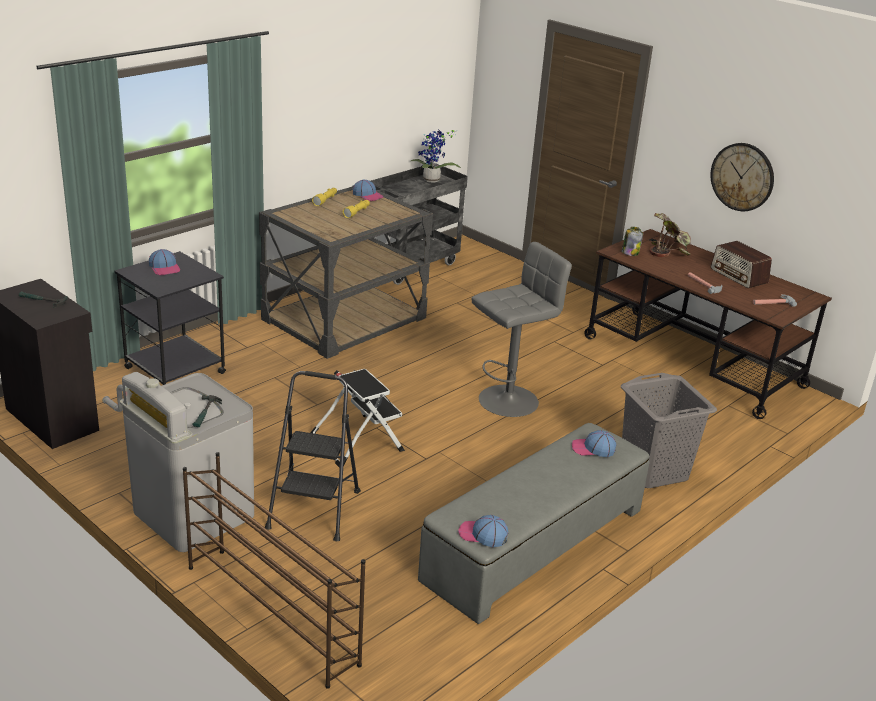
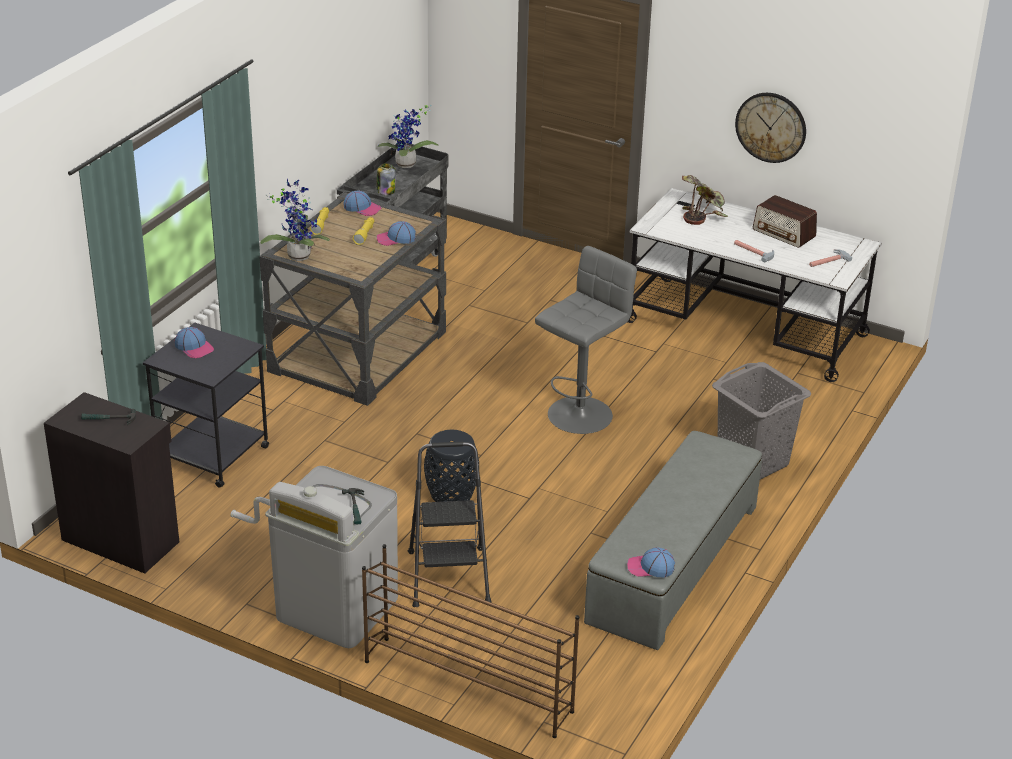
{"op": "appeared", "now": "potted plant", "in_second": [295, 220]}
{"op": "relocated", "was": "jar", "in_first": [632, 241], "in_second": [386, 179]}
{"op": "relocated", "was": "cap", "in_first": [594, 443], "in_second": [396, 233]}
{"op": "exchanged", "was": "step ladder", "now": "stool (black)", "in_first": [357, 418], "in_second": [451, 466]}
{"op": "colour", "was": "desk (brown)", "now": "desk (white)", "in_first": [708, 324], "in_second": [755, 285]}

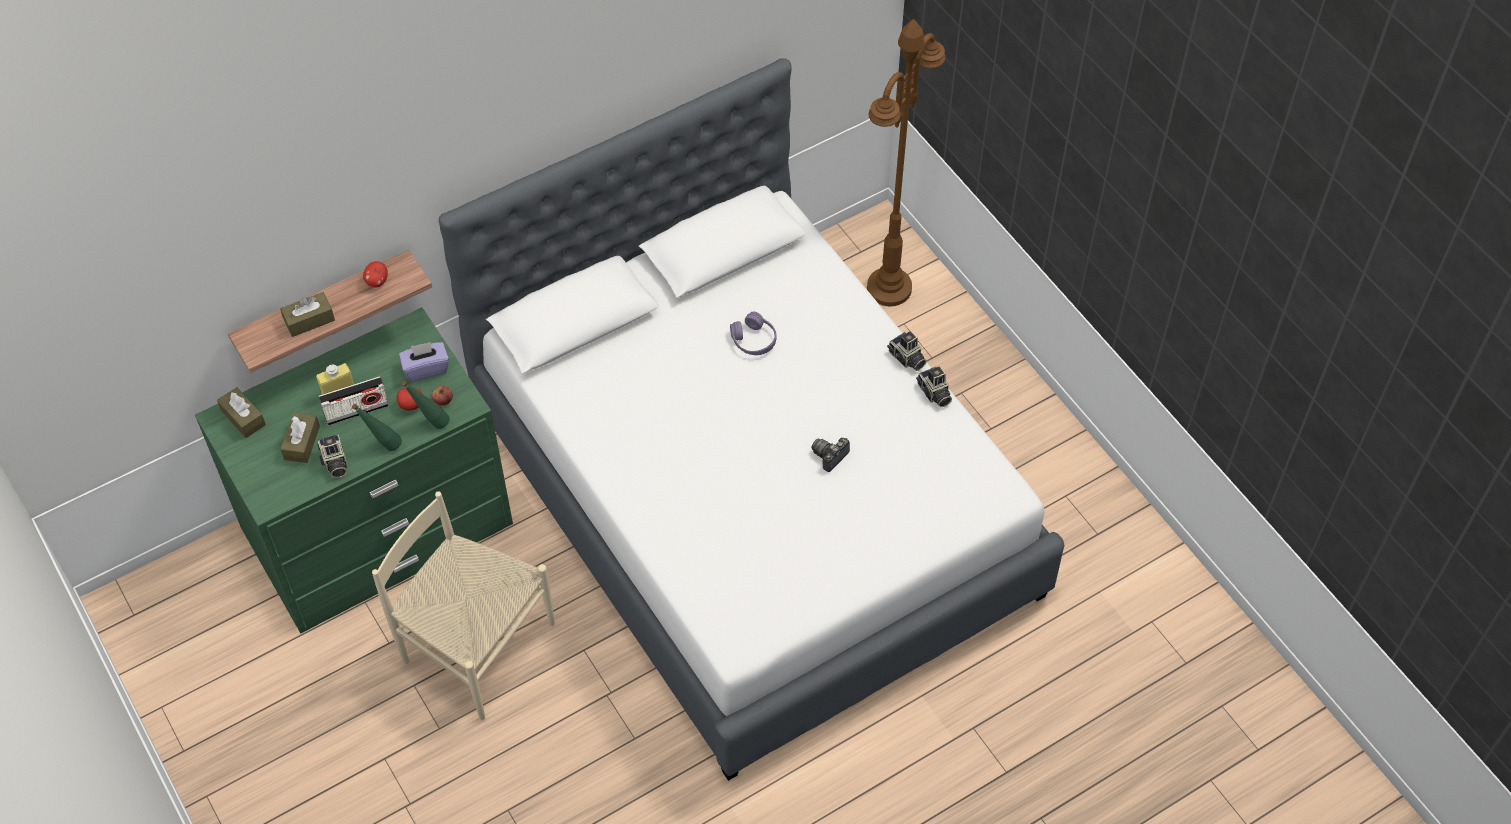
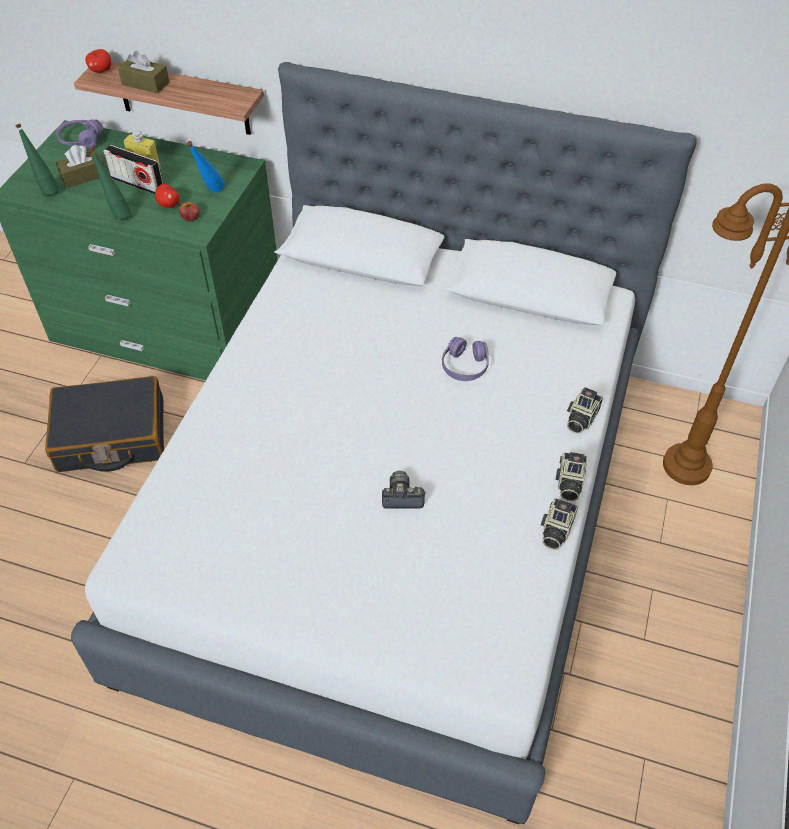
{"op": "relocated", "was": "bottle (green)", "in_first": [426, 405], "in_second": [37, 159]}
{"op": "exchanged", "was": "chair (beige)", "now": "suitcase (black)", "in_first": [463, 605], "in_second": [104, 424]}
{"op": "exchanged", "was": "tissue box (brown)", "now": "headphones (purple)", "in_first": [241, 412], "in_second": [80, 133]}
{"op": "relocated", "was": "apple", "in_first": [375, 274], "in_second": [98, 61]}
{"op": "exchanged", "was": "tissue box (purple)", "now": "bottle (blue)", "in_first": [424, 362], "in_second": [206, 167]}
{"op": "relocated", "was": "photo camera", "in_first": [333, 456], "in_second": [585, 410]}

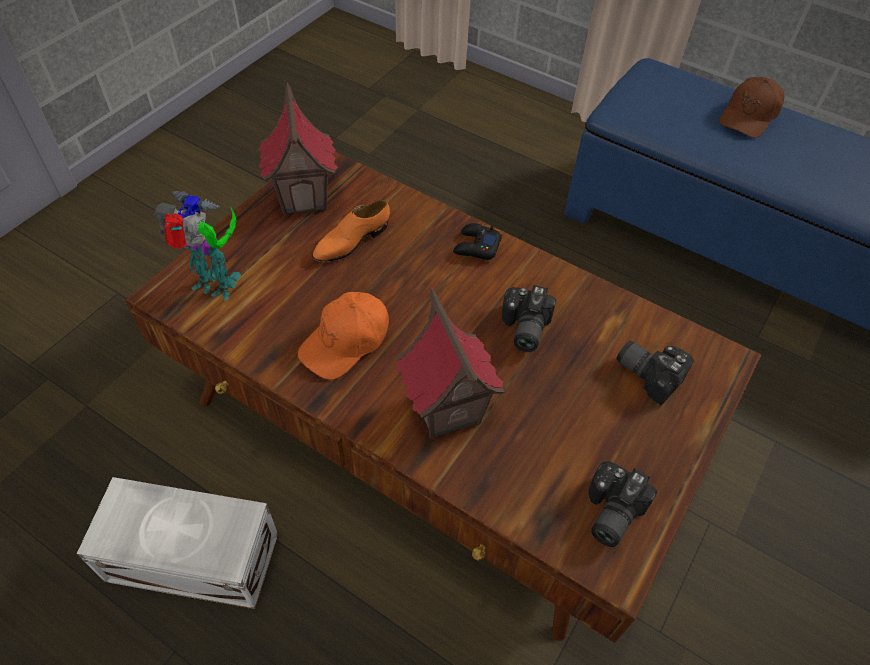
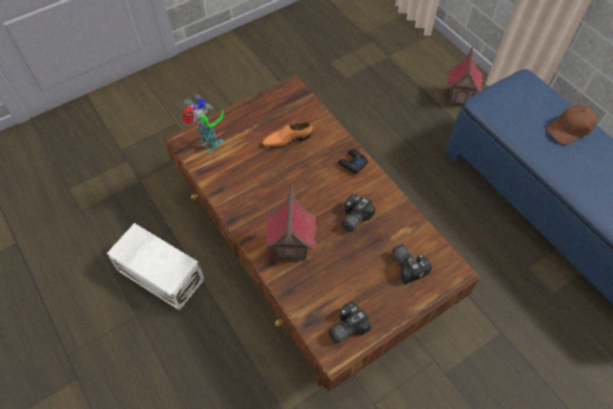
{"op": "relocated", "was": "toy house", "in_first": [298, 148], "in_second": [465, 76]}
{"op": "missing", "was": "cap (orange)", "in_first": [343, 336]}

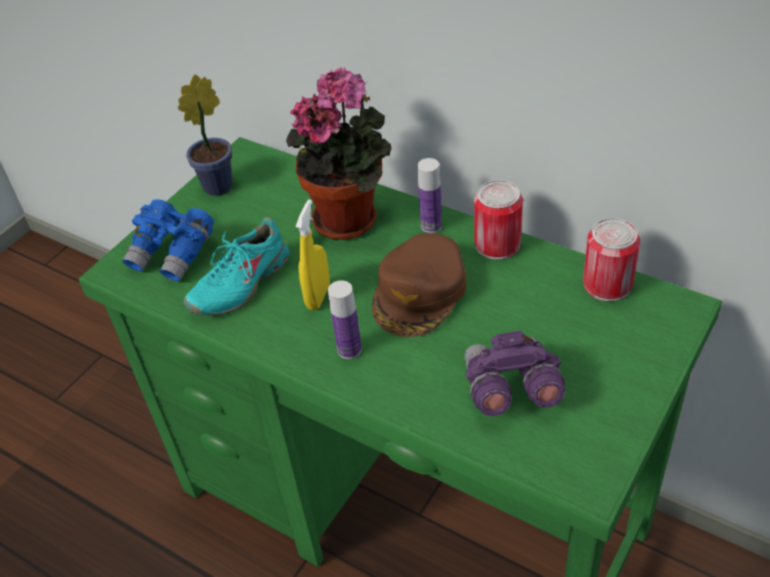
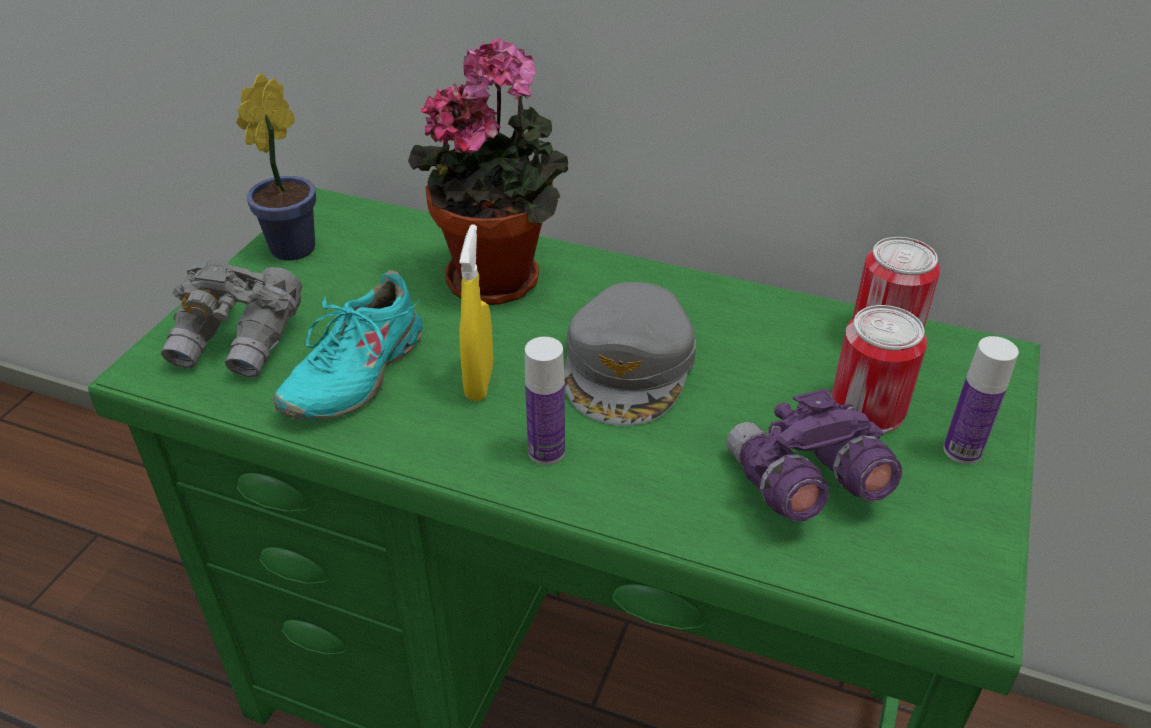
{"op": "colour", "was": "binoculars (blue)", "now": "binoculars (grey)", "in_first": [168, 240], "in_second": [231, 316]}
{"op": "colour", "was": "cap (brown)", "now": "cap (grey)", "in_first": [419, 285], "in_second": [630, 354]}
{"op": "relocated", "was": "can", "in_first": [498, 220], "in_second": [879, 369]}
{"op": "relocated", "was": "bottle", "in_first": [430, 195], "in_second": [981, 400]}

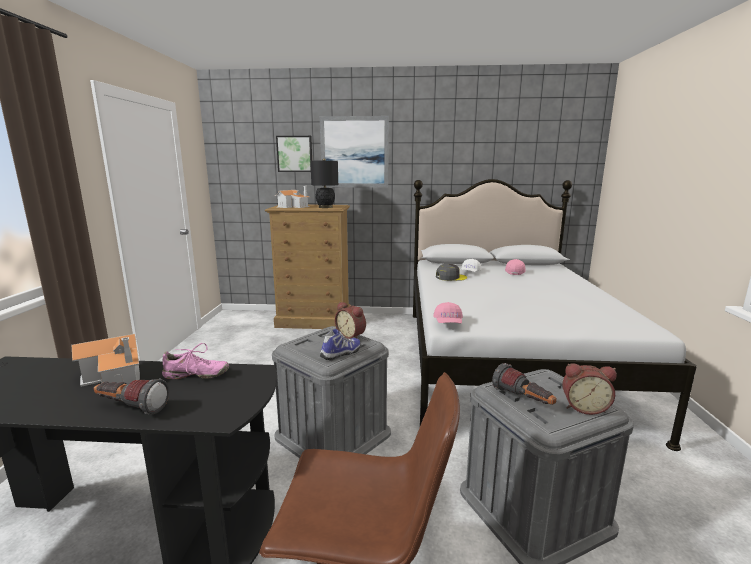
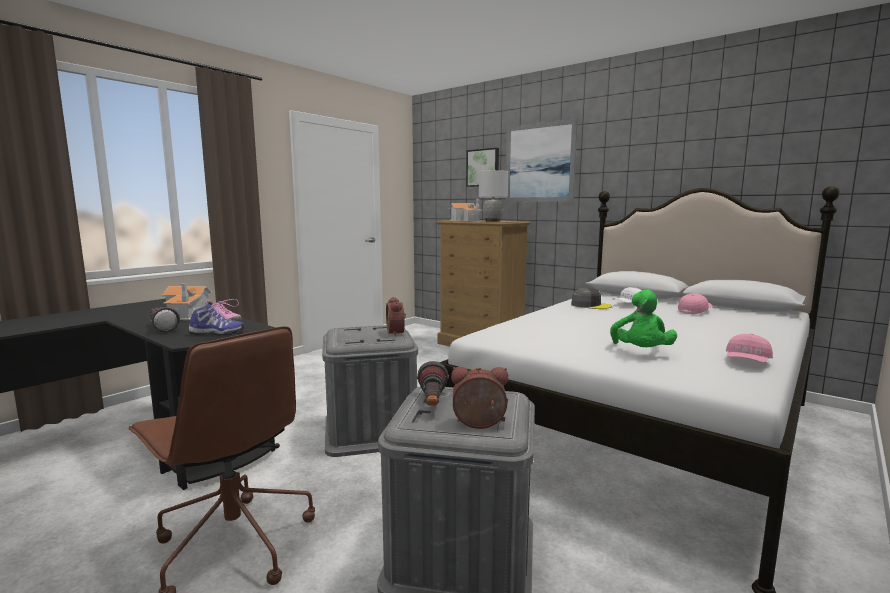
{"op": "relocated", "was": "shoe", "in_first": [340, 344], "in_second": [216, 319]}
{"op": "spun", "was": "alarm clock", "in_first": [589, 389], "in_second": [479, 398], "clockwise": 135}
{"op": "colour", "was": "table lamp (black)", "now": "table lamp (white)", "in_first": [324, 183], "in_second": [493, 195]}
{"op": "appeared", "now": "plush toy (green)", "in_second": [643, 318]}
{"op": "relocated", "was": "cap (pink)", "in_first": [448, 312], "in_second": [749, 348]}

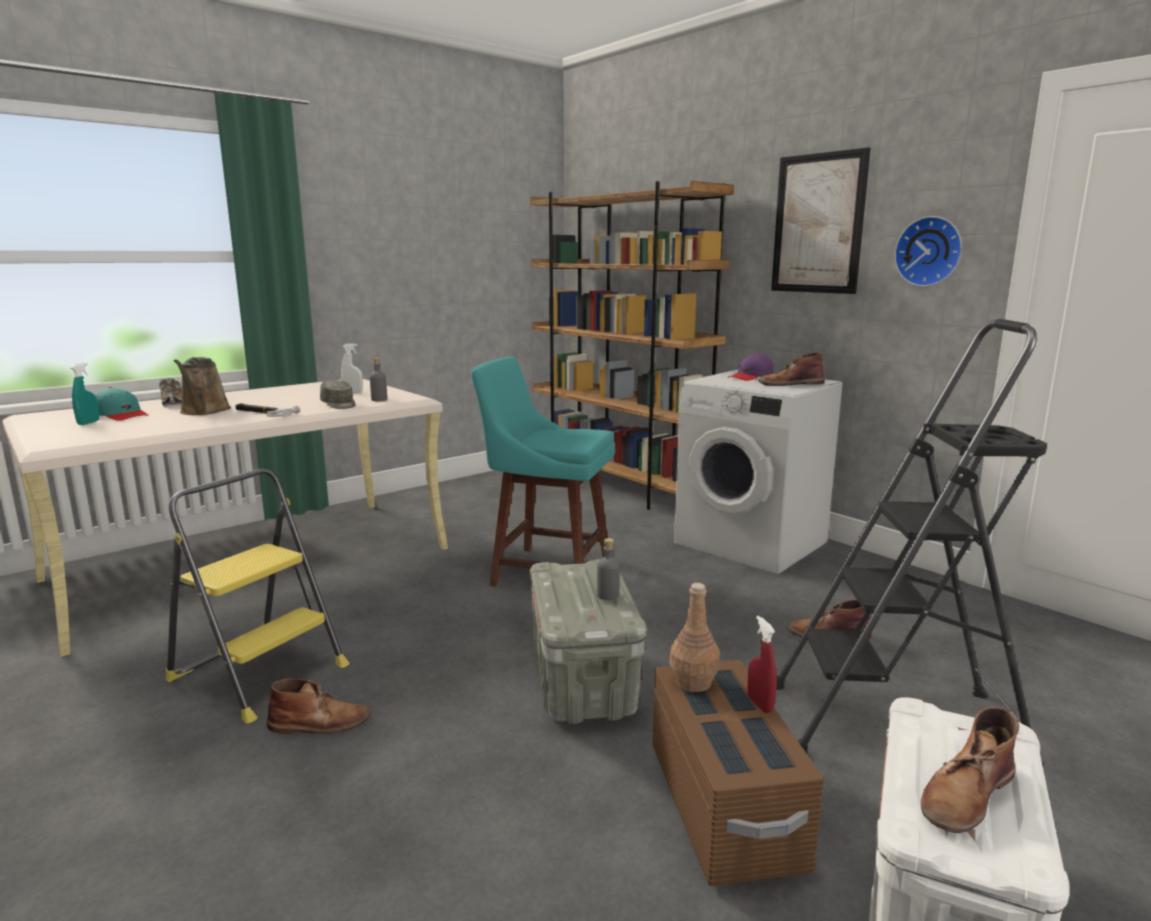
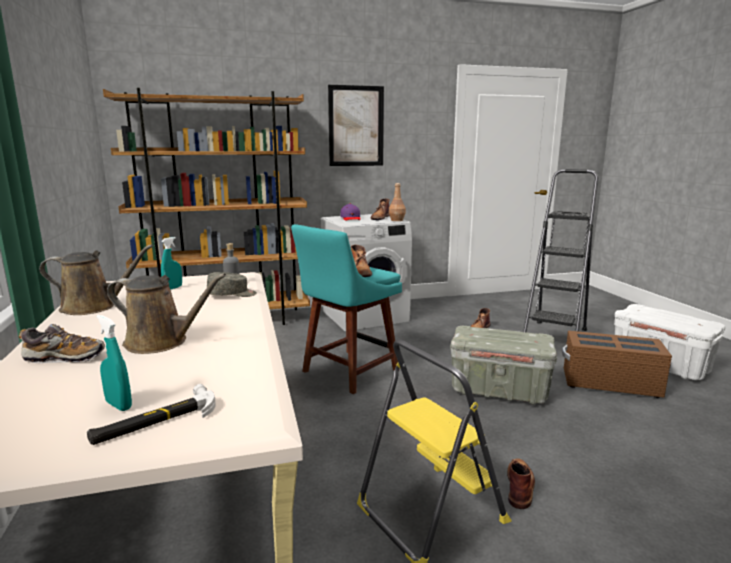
{"op": "appeared", "now": "watering can (brown)", "in_second": [96, 279]}
{"op": "relocated", "was": "hammer", "in_first": [268, 410], "in_second": [151, 414]}
{"op": "colour", "was": "spray bottle (white)", "now": "spray bottle (turquoise)", "in_first": [352, 368], "in_second": [171, 263]}
{"op": "relocated", "was": "boot (brown)", "in_first": [970, 770], "in_second": [361, 261]}
{"op": "relocated", "was": "bottle (brown)", "in_first": [694, 637], "in_second": [397, 202]}
{"op": "missing", "was": "cap (turquoise)", "in_first": [122, 404]}
{"op": "missing", "was": "bottle (grey)", "in_first": [608, 569]}
{"op": "missing", "was": "spray bottle (red)", "in_first": [762, 664]}
{"op": "missing", "was": "wall clock", "in_first": [928, 251]}

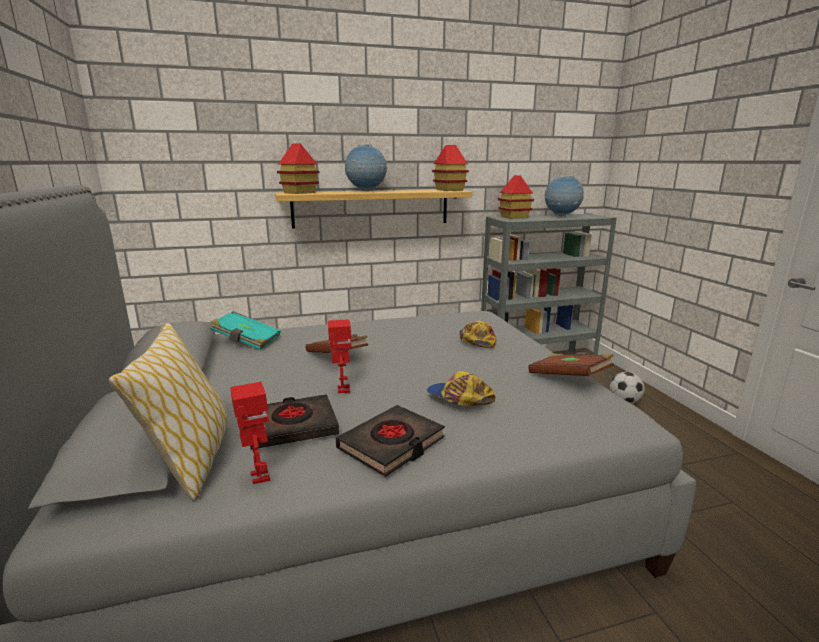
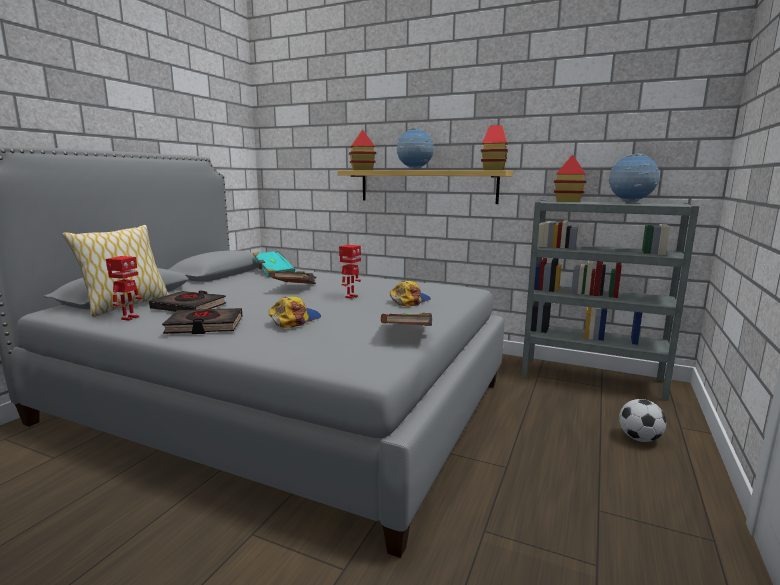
{"op": "spun", "was": "cap", "in_first": [461, 388], "in_second": [295, 312], "clockwise": 45}
{"op": "relocated", "was": "toy robot", "in_first": [340, 356], "in_second": [350, 272]}

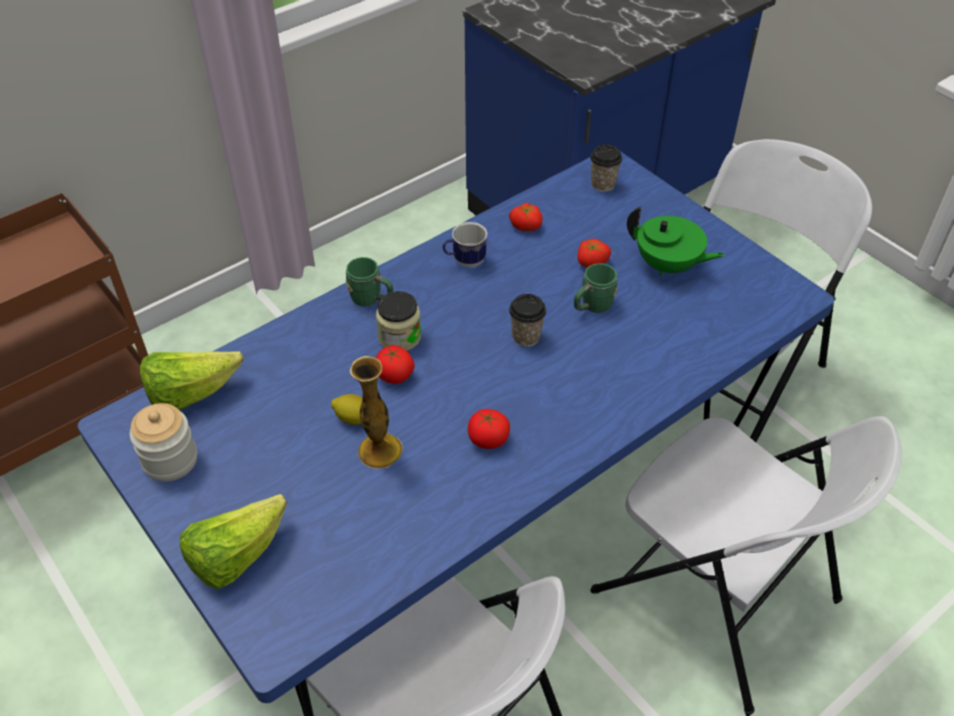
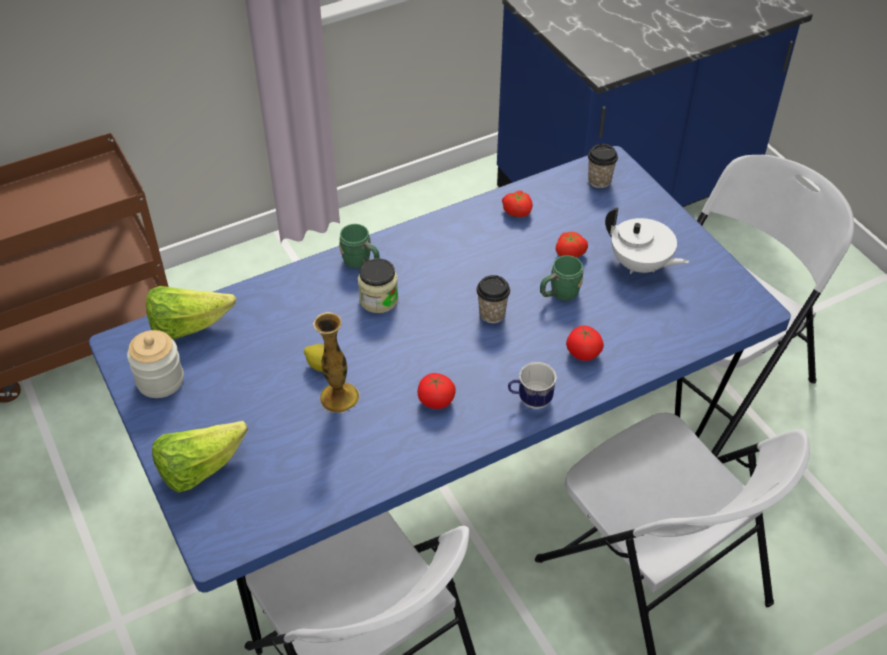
{"op": "relocated", "was": "mug", "in_first": [465, 244], "in_second": [532, 385]}
{"op": "relocated", "was": "tomato", "in_first": [395, 364], "in_second": [585, 343]}
{"op": "colour", "was": "teapot (green)", "now": "teapot (white)", "in_first": [676, 241], "in_second": [647, 240]}

